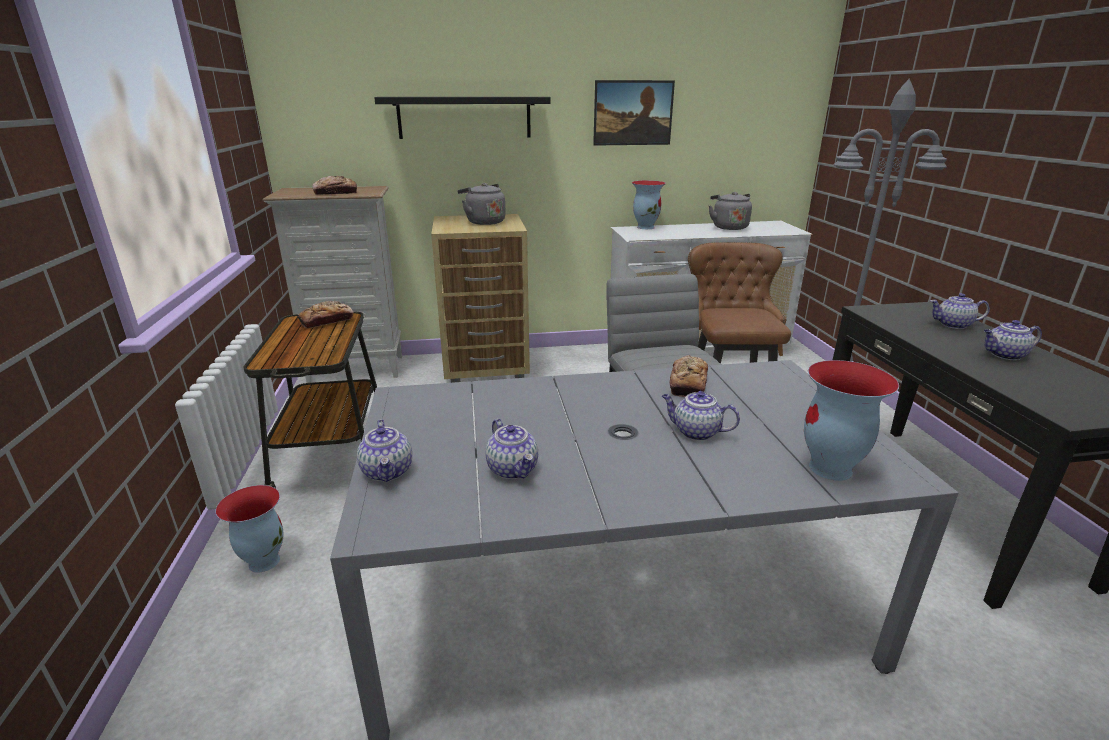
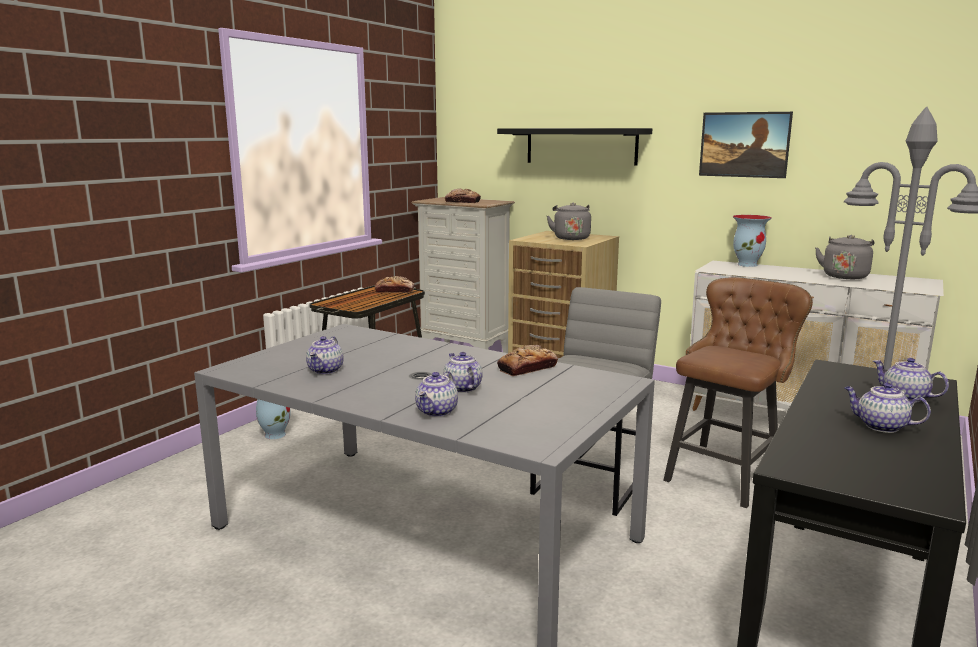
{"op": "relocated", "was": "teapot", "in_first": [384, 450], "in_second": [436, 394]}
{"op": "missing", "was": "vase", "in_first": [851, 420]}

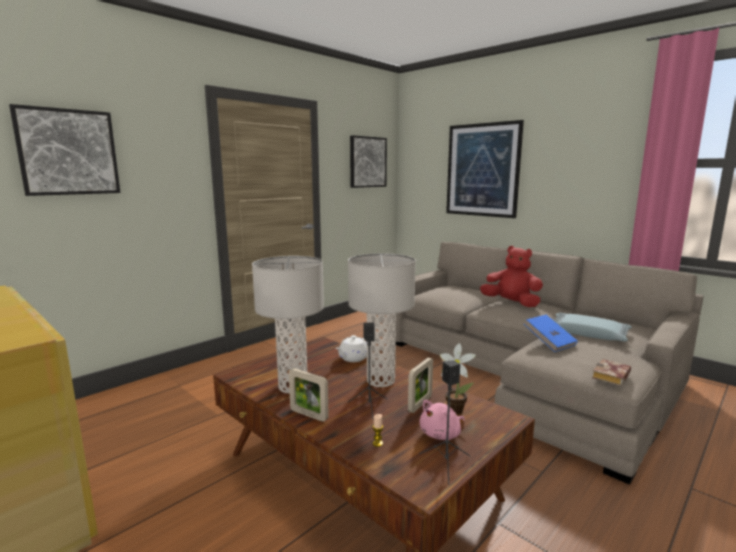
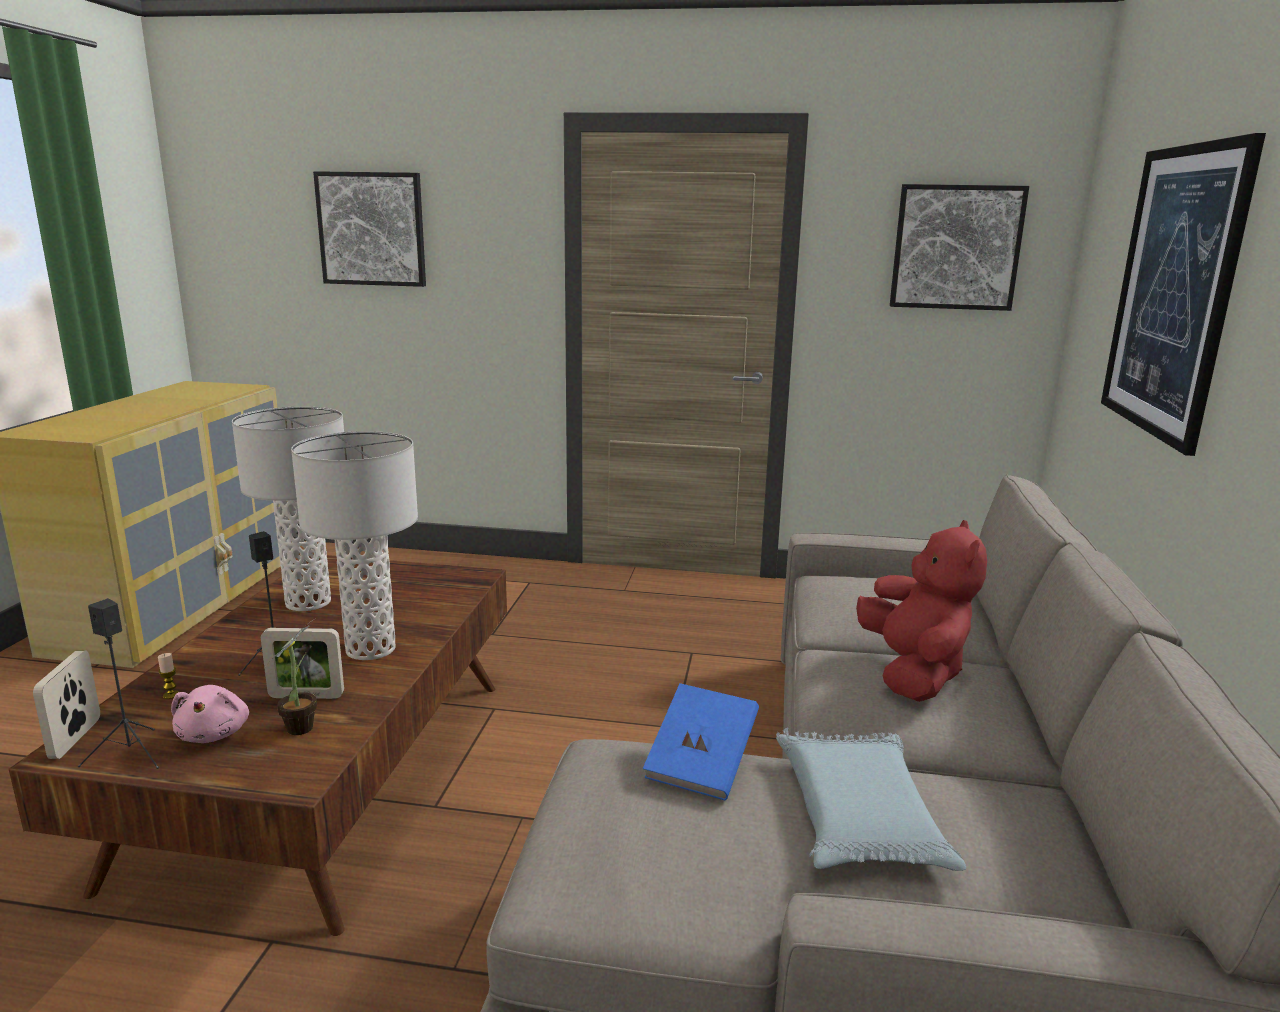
{"op": "relocated", "was": "picture frame", "in_first": [309, 395], "in_second": [66, 705]}
{"op": "spun", "was": "plush toy (pink)", "in_first": [442, 420], "in_second": [210, 714], "clockwise": -120}
{"op": "missing", "was": "teapot (white)", "in_first": [351, 348]}
{"op": "missing", "was": "book", "in_first": [611, 372]}

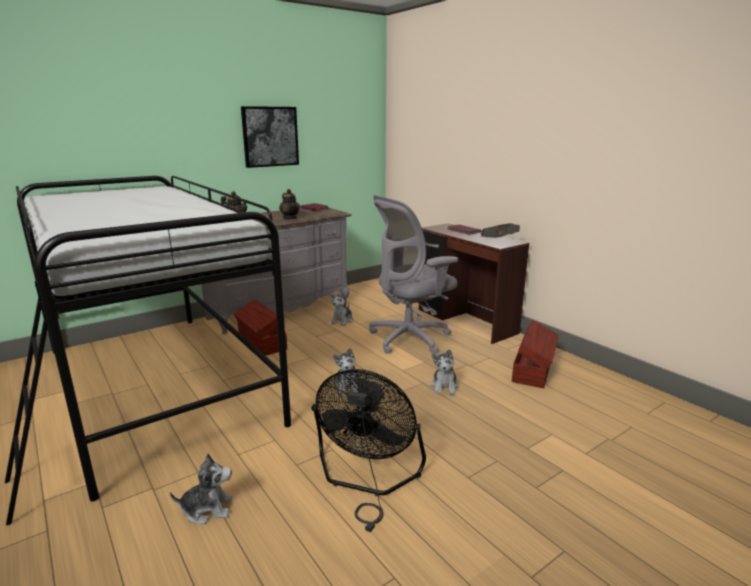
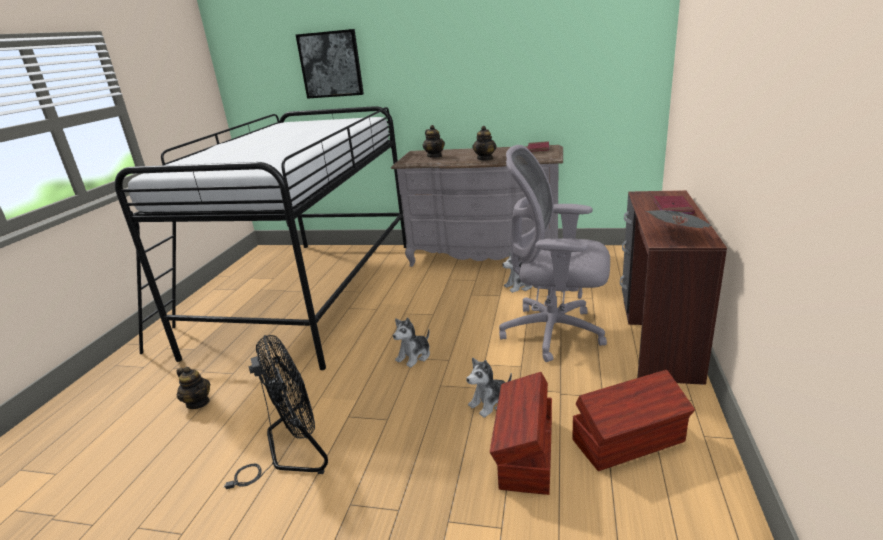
{"op": "exchanged", "was": "plush toy", "now": "teapot", "in_first": [201, 489], "in_second": [193, 388]}
{"op": "relocated", "was": "picture", "in_first": [270, 137], "in_second": [330, 64]}
{"op": "relocated", "was": "storage box (brown)", "in_first": [260, 327], "in_second": [521, 433]}

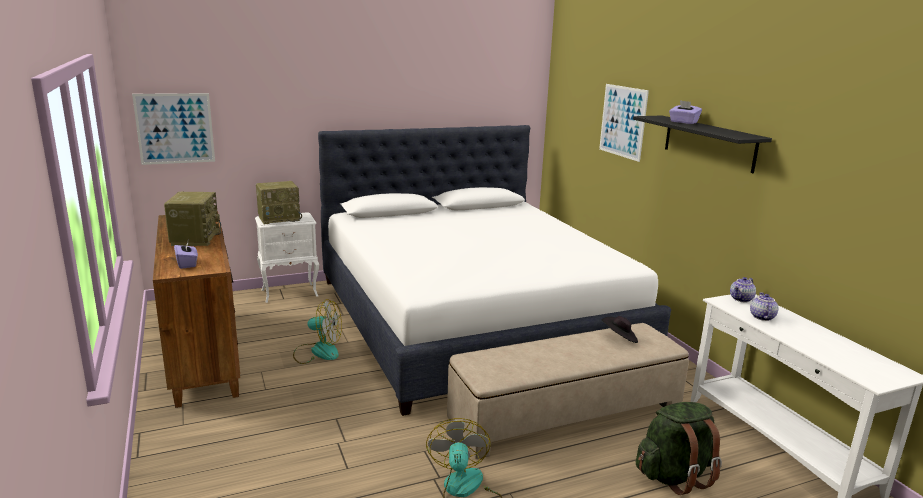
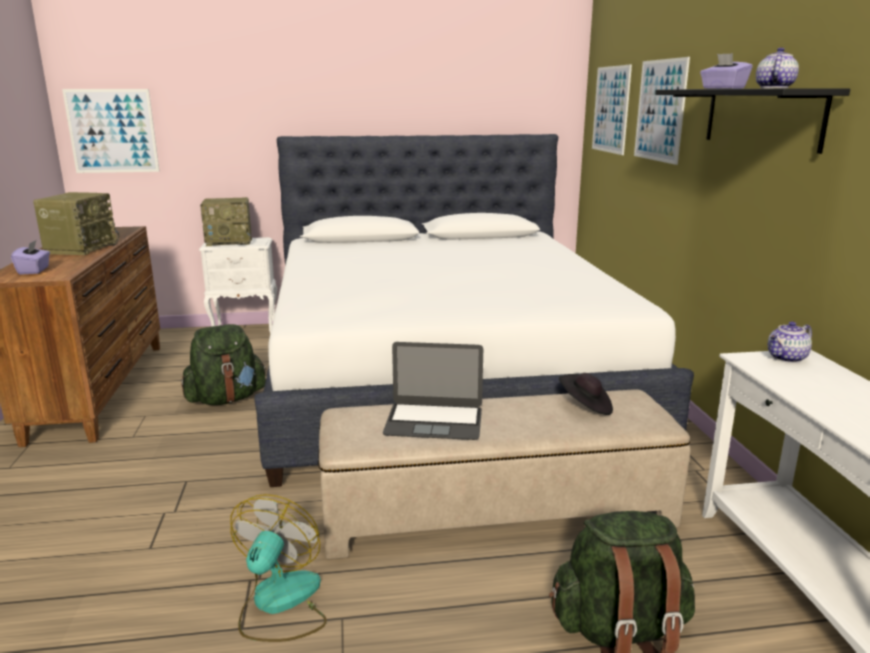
{"op": "exchanged", "was": "fan", "now": "backpack (green)", "in_first": [317, 331], "in_second": [224, 364]}
{"op": "appeared", "now": "laptop", "in_second": [433, 391]}
{"op": "appeared", "now": "picture", "in_second": [612, 110]}
{"op": "relocated", "was": "teapot", "in_first": [764, 306], "in_second": [777, 67]}

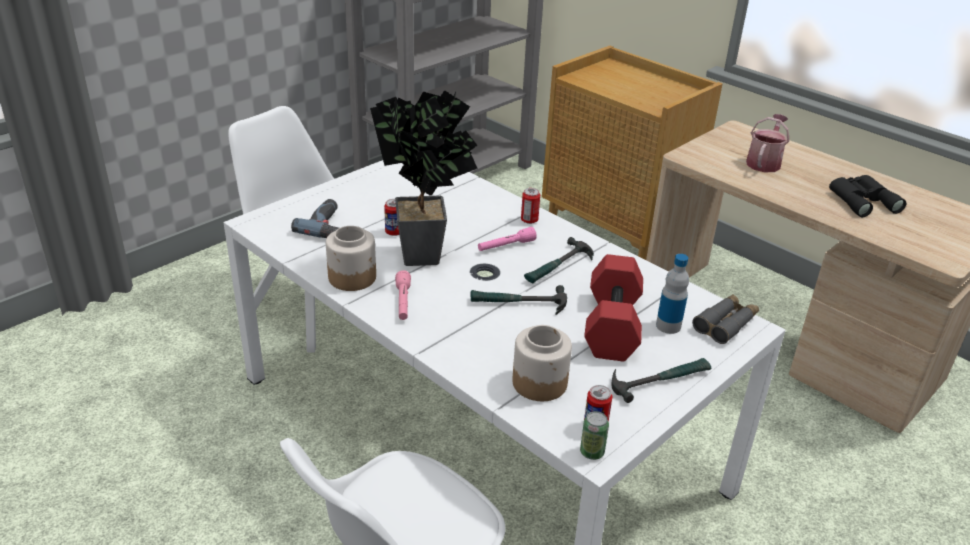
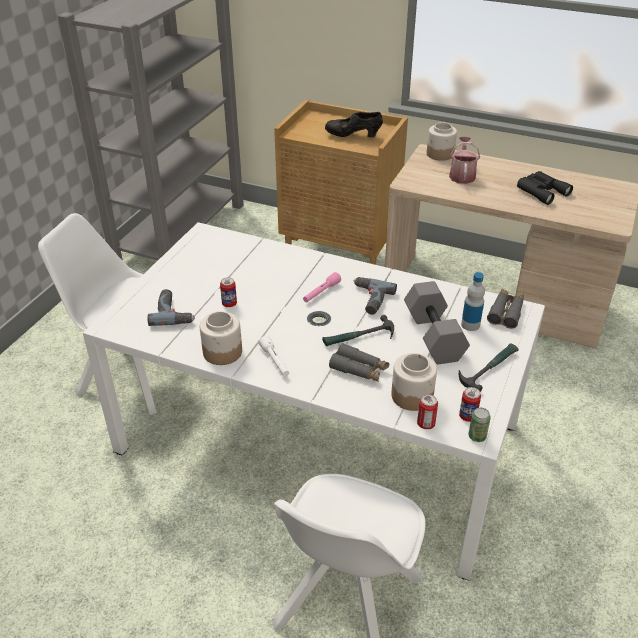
{"op": "colour", "was": "flashlight (pink)", "now": "flashlight (white)", "in_first": [403, 295], "in_second": [274, 356]}
{"op": "appeared", "now": "shoe (black)", "in_second": [354, 124]}
{"op": "appeared", "now": "binoculars (grey)", "in_second": [359, 362]}
{"op": "exchanged", "was": "hammer", "now": "power drill", "in_first": [559, 260], "in_second": [375, 296]}
{"op": "colour", "was": "dumbbell (red)", "now": "dumbbell (grey)", "in_first": [613, 307], "in_second": [437, 322]}
{"op": "relocated", "was": "can", "in_first": [530, 206], "in_second": [427, 411]}
{"op": "appeared", "now": "jar", "in_second": [442, 141]}
{"op": "missing", "was": "potted plant", "in_first": [424, 178]}

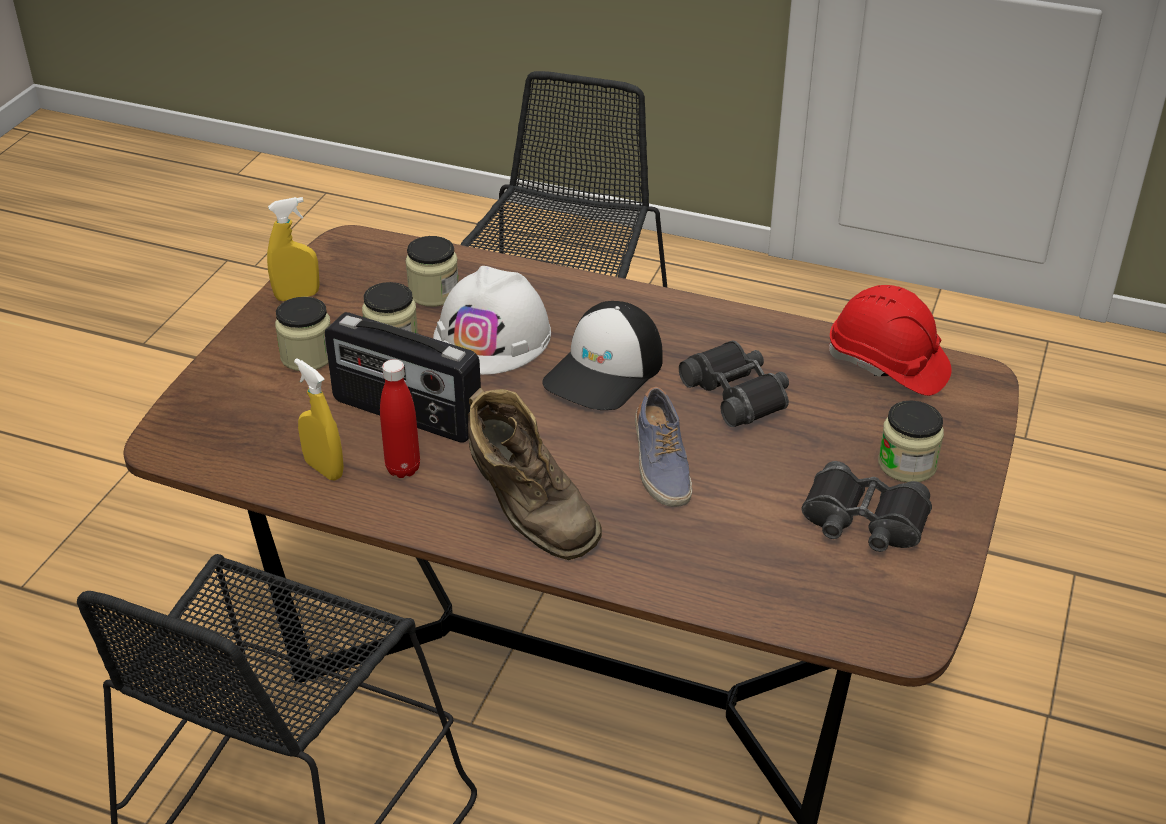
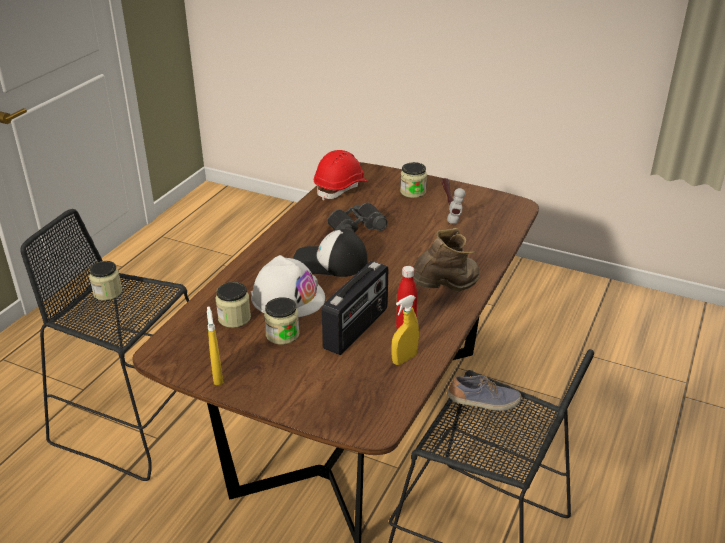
{"op": "relocated", "was": "jar", "in_first": [302, 334], "in_second": [105, 281]}
{"op": "spun", "was": "cap", "in_first": [602, 355], "in_second": [330, 253], "clockwise": 150}
{"op": "exchanged", "was": "binoculars (black)", "now": "hammer", "in_first": [866, 506], "in_second": [453, 201]}
{"op": "relocated", "was": "shoe", "in_first": [663, 447], "in_second": [484, 393]}

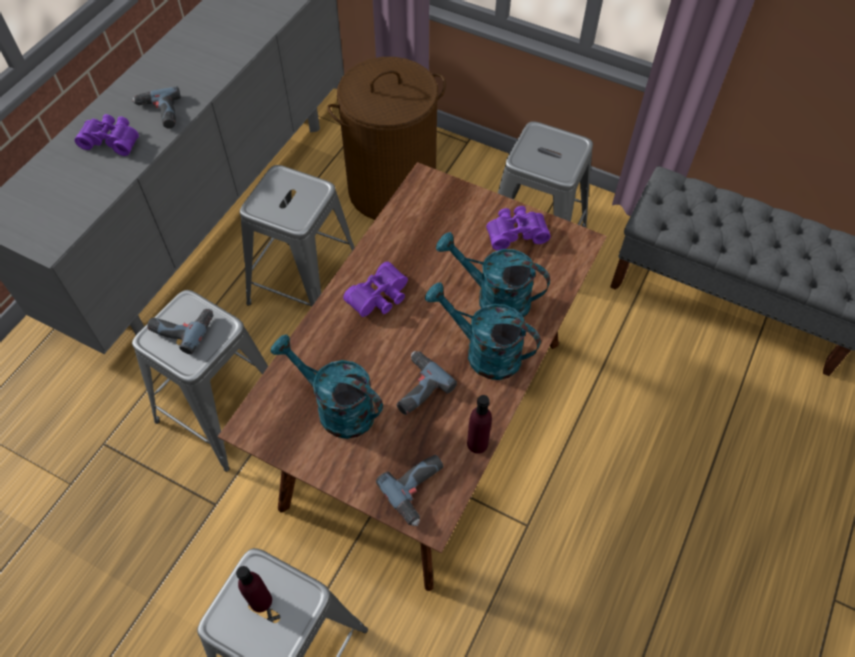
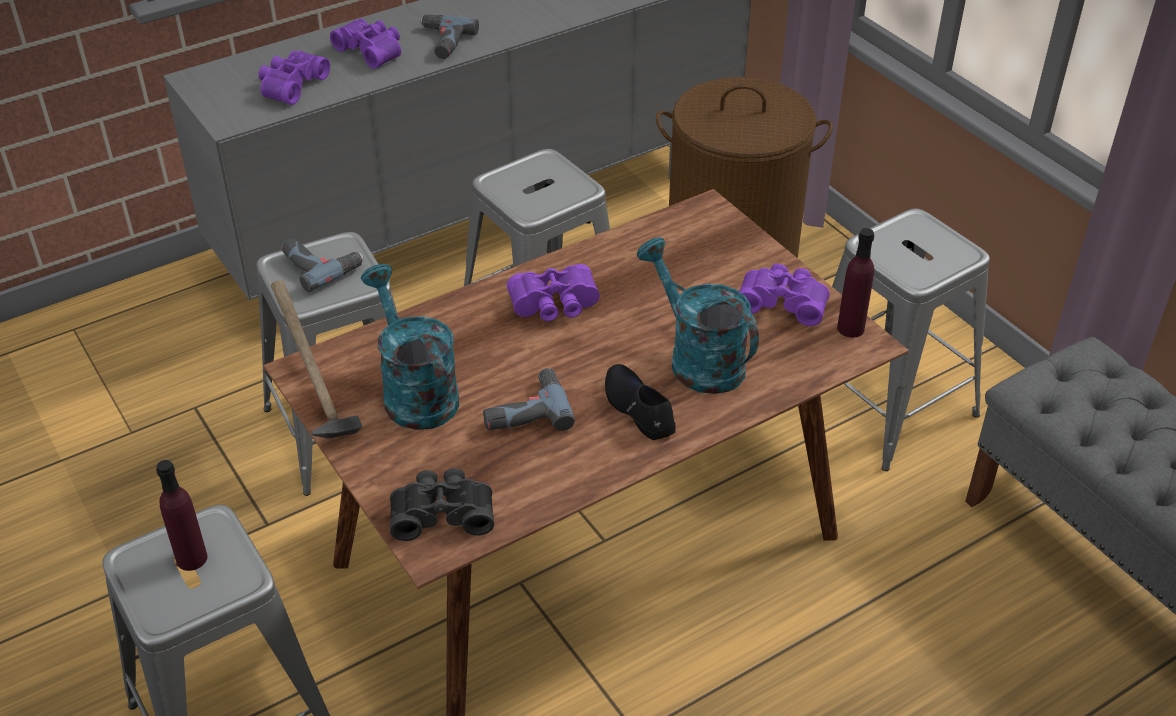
{"op": "appeared", "now": "binoculars (purple)", "in_second": [294, 78]}
{"op": "appeared", "now": "hammer", "in_second": [316, 359]}
{"op": "exchanged", "was": "power drill", "now": "binoculars (black)", "in_first": [409, 490], "in_second": [442, 504]}
{"op": "exchanged", "was": "watering can (turquoise)", "now": "shoe (black)", "in_first": [483, 331], "in_second": [640, 402]}
{"op": "relocated", "was": "bottle (purple)", "in_first": [479, 424], "in_second": [855, 283]}

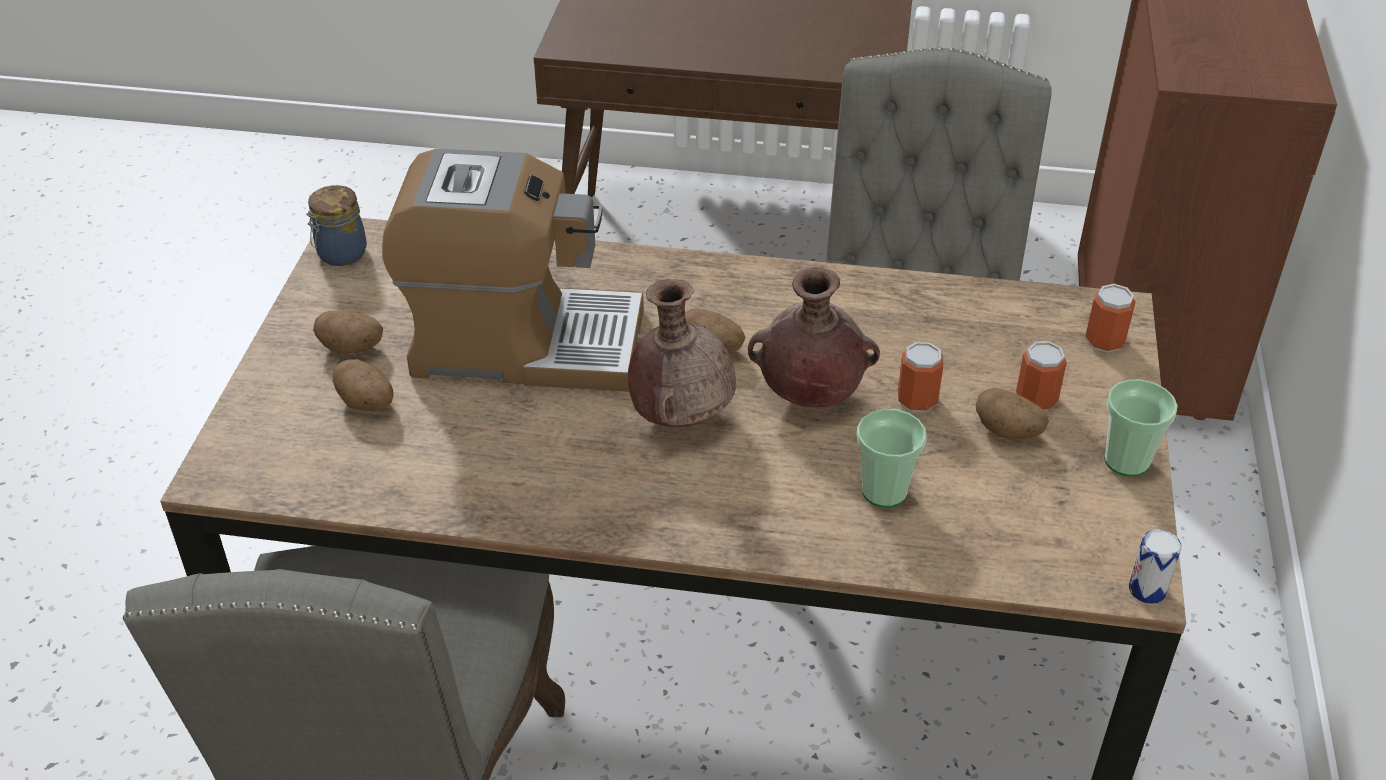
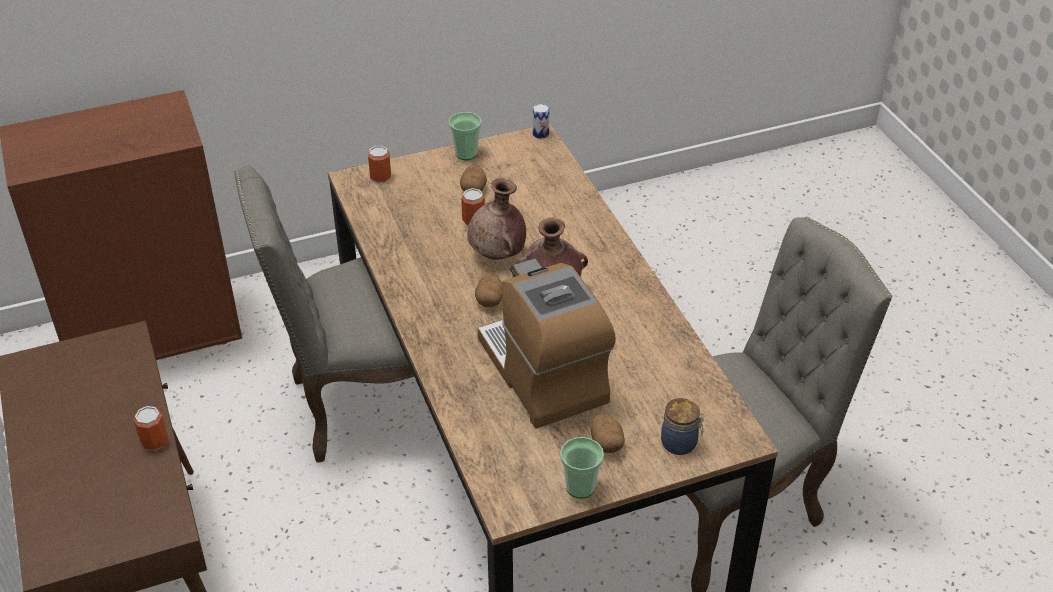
{"op": "relocated", "was": "can", "in_first": [1041, 376], "in_second": [151, 428]}
{"op": "relocated", "was": "cup", "in_first": [892, 458], "in_second": [582, 468]}
{"op": "relocated", "was": "jar", "in_first": [336, 225], "in_second": [682, 426]}
{"op": "missing", "was": "potato", "in_first": [363, 385]}

